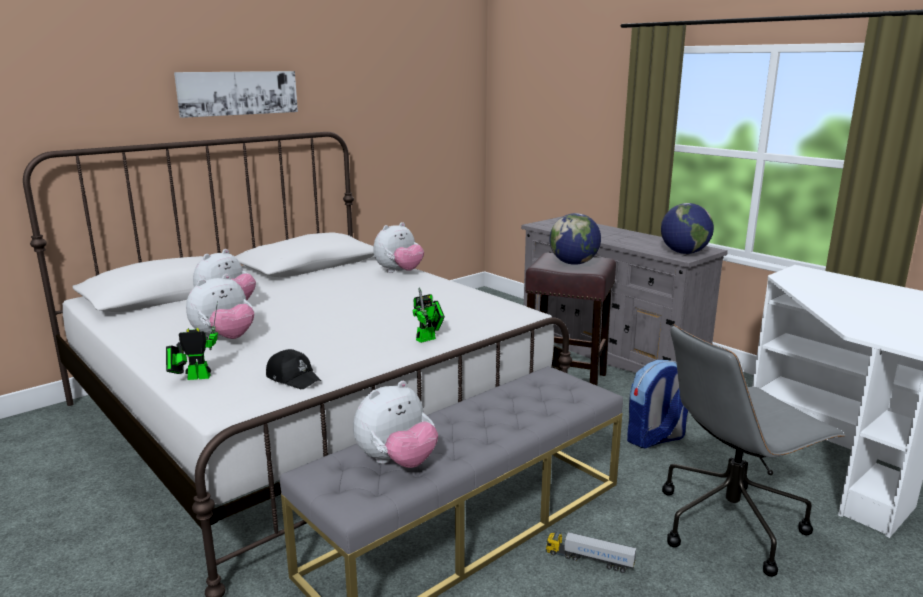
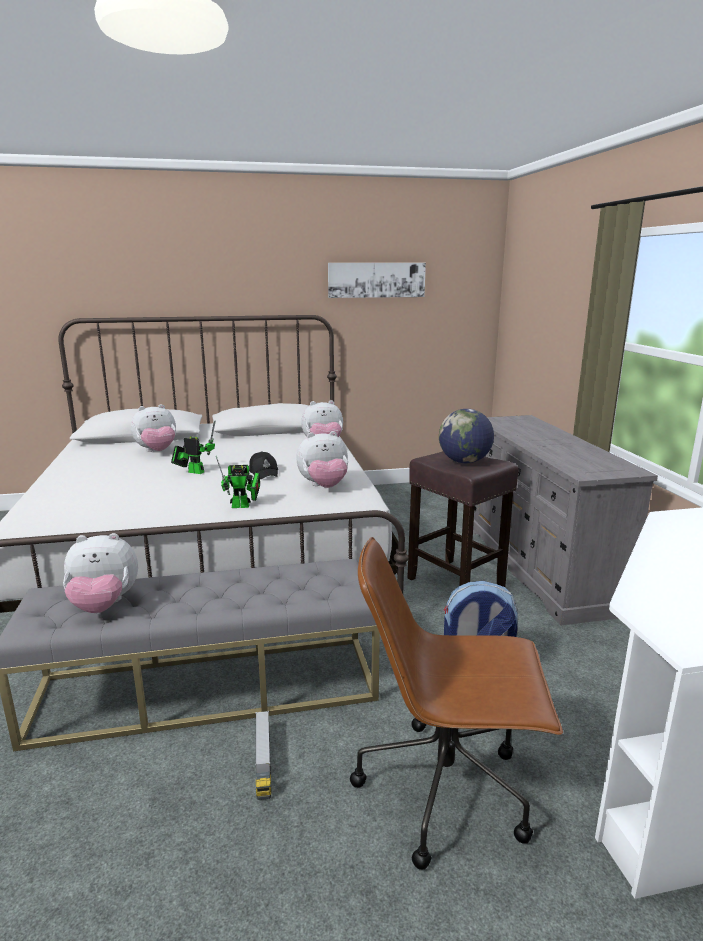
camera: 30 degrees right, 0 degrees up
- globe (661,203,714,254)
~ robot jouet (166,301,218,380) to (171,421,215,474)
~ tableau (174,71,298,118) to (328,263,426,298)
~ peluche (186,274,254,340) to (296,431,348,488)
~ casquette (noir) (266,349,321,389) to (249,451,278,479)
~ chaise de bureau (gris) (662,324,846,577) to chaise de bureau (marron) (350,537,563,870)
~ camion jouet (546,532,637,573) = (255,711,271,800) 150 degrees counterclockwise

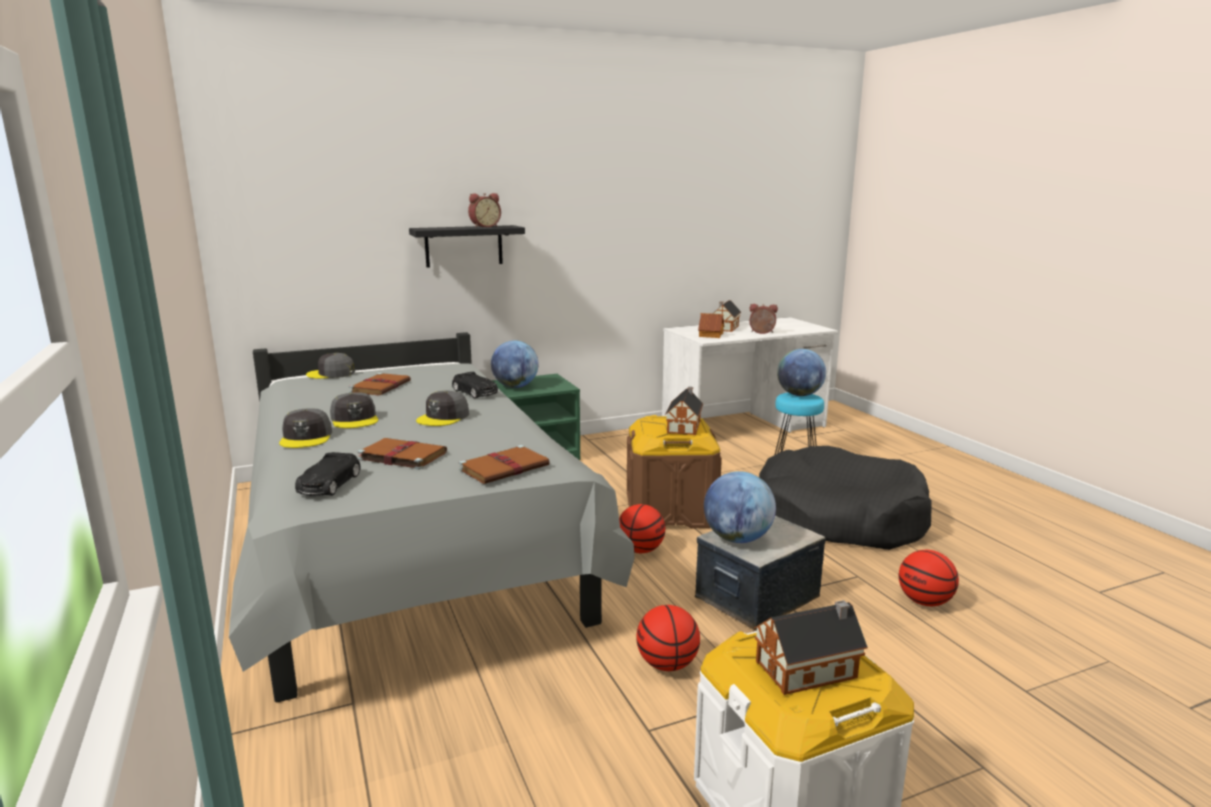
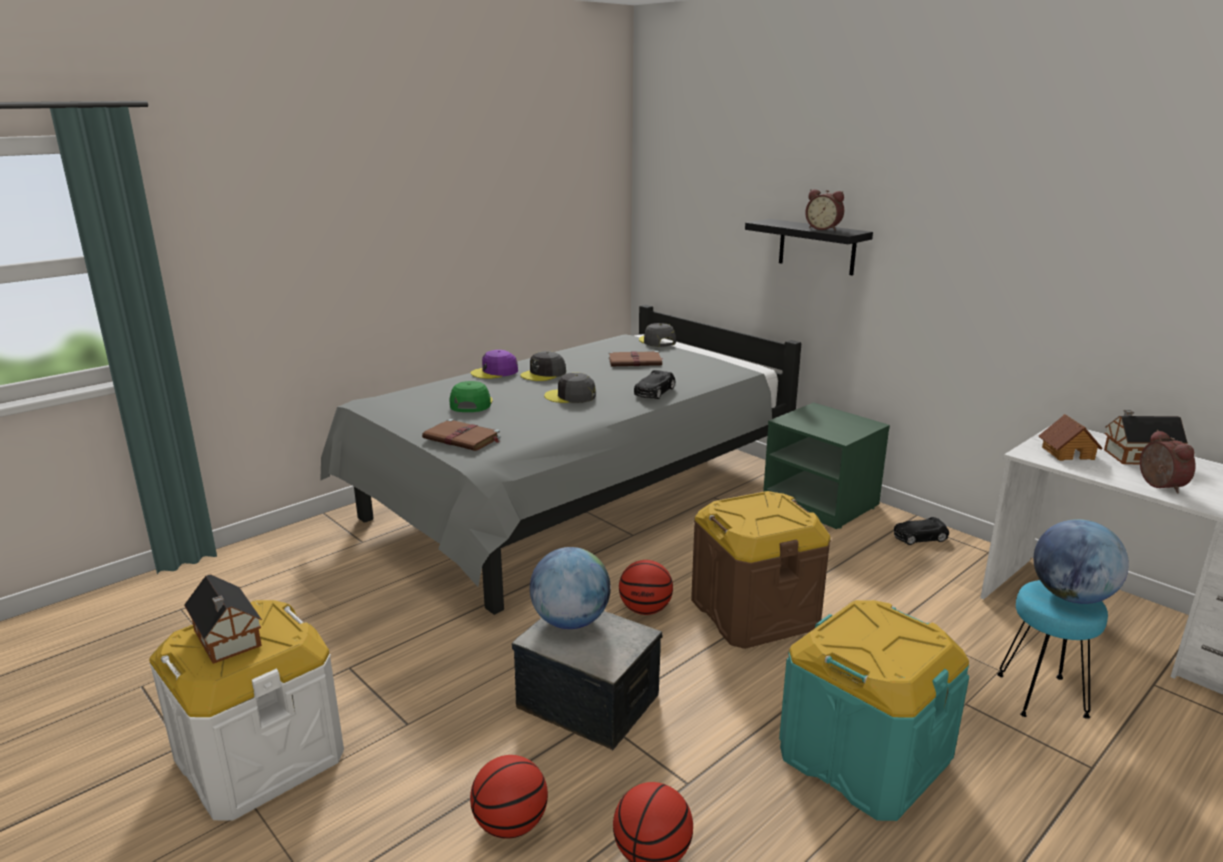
camera: 70 degrees right, 5 degrees up
- globe (491,340,539,388)
- maison miniature (665,387,703,435)
~ petite voiture (noir) (295,452,361,496) to (894,517,949,545)
~ ballon de basket (636,605,700,671) to (470,755,548,839)
~ livre (marron) (357,438,447,470) to casquette (vert) (449,381,493,412)
~ panier pour chien (noir) (759,446,932,550) to boîte de rangement (turquoise) (779,600,969,821)
~ casquette (gris) (279,408,332,448) to casquette (violet) (471,350,518,379)

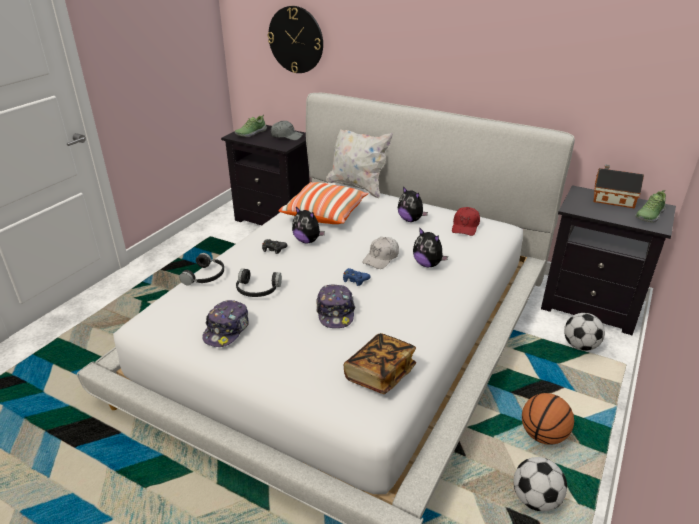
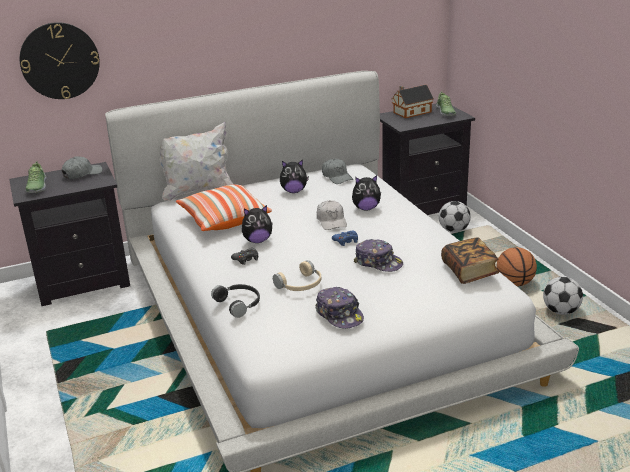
camera: 50 degrees left, 5 degrees down
~ casque audio (noir) (236,269,282,297) to casque audio (beige) (273,260,321,291)
~ casquette (rouge) (452,207,480,236) to casquette (gris) (322,159,353,184)

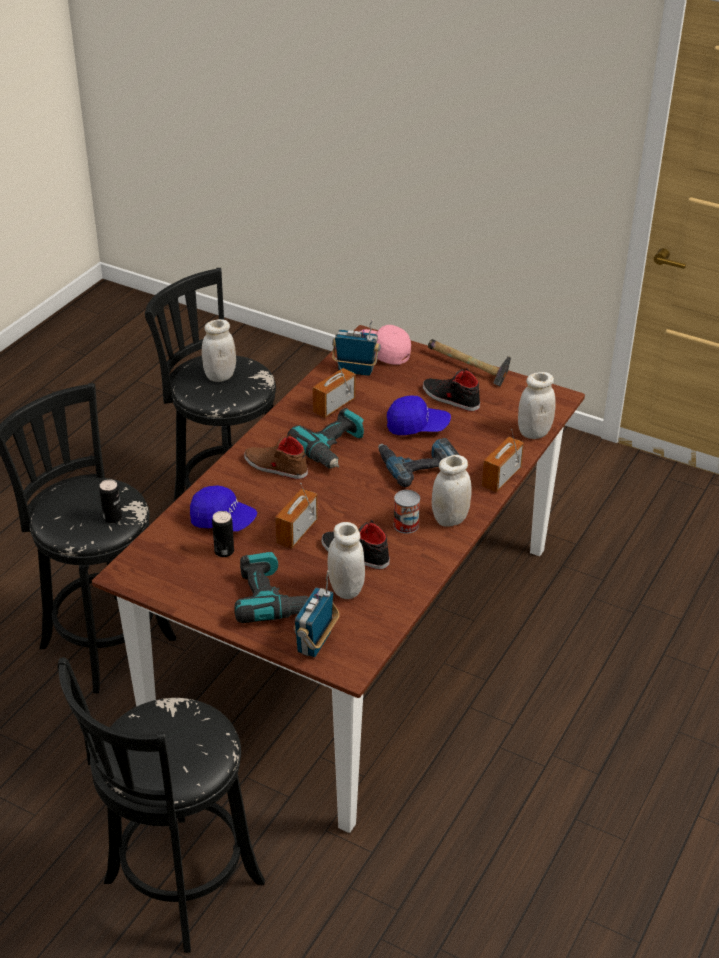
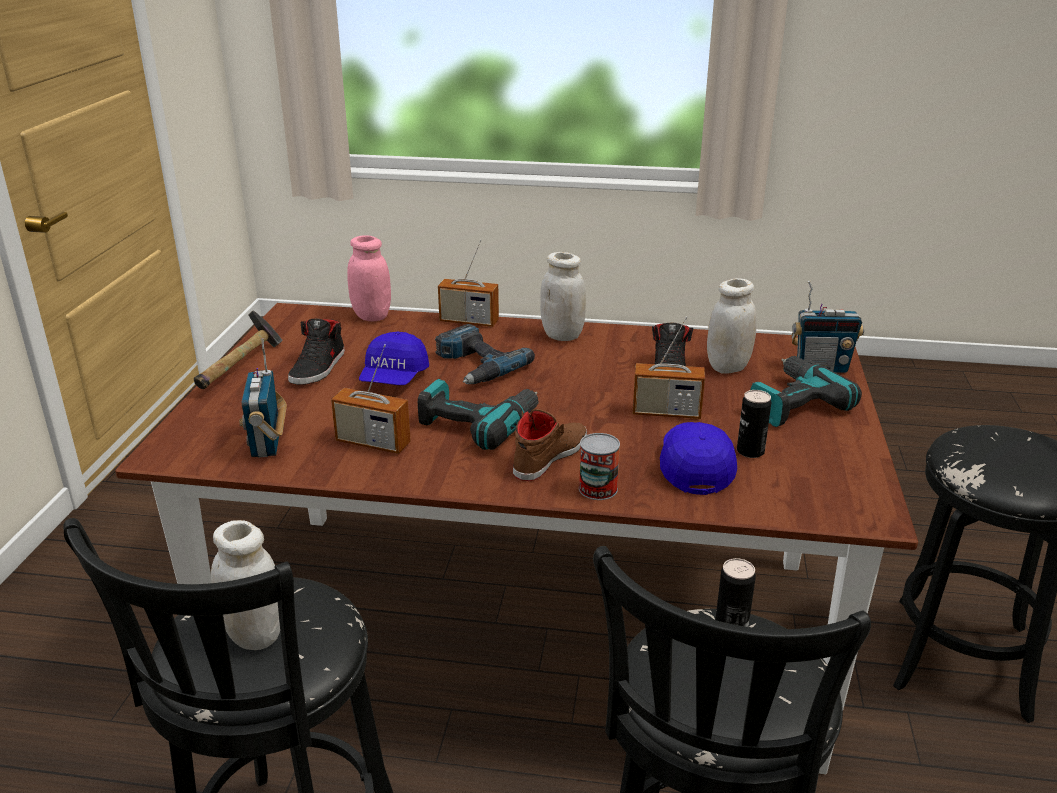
camera: 110 degrees left, 10 degrees down
- casquette (rose) (360,325,411,365)
~ boîte métallique (393,490,420,534) to (579,433,620,500)
~ bocal (blanc) (518,372,555,439) to bocal (rose) (347,236,391,322)
~ chaussure (marron) (244,434,308,480) = (513,409,587,481) 150 degrees counterclockwise
~ casquette (bleu) (387,395,451,435) = (359,332,429,385) 150 degrees counterclockwise

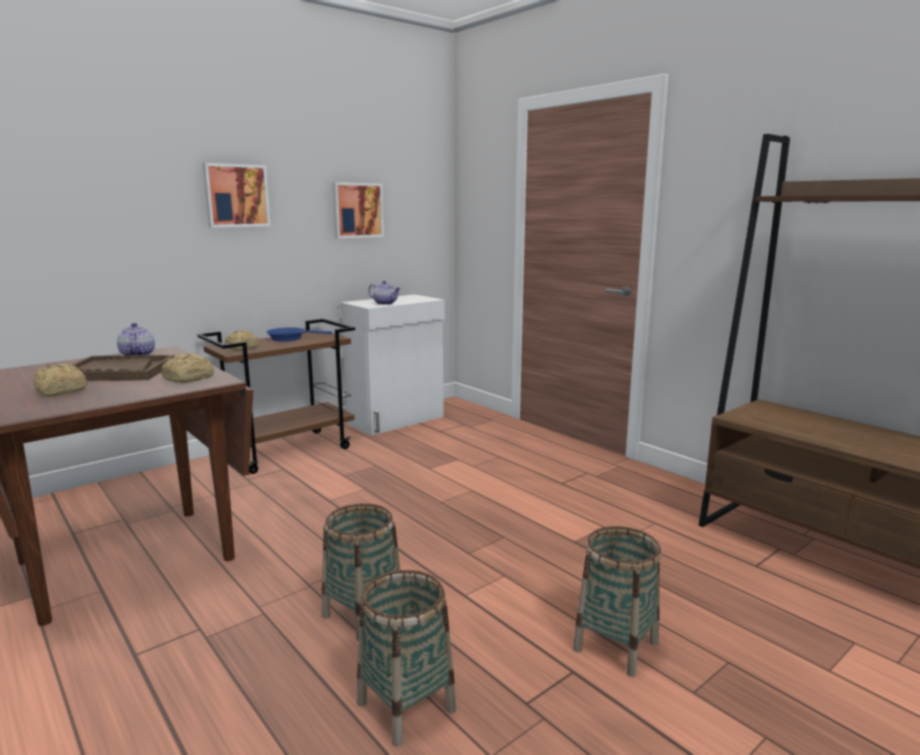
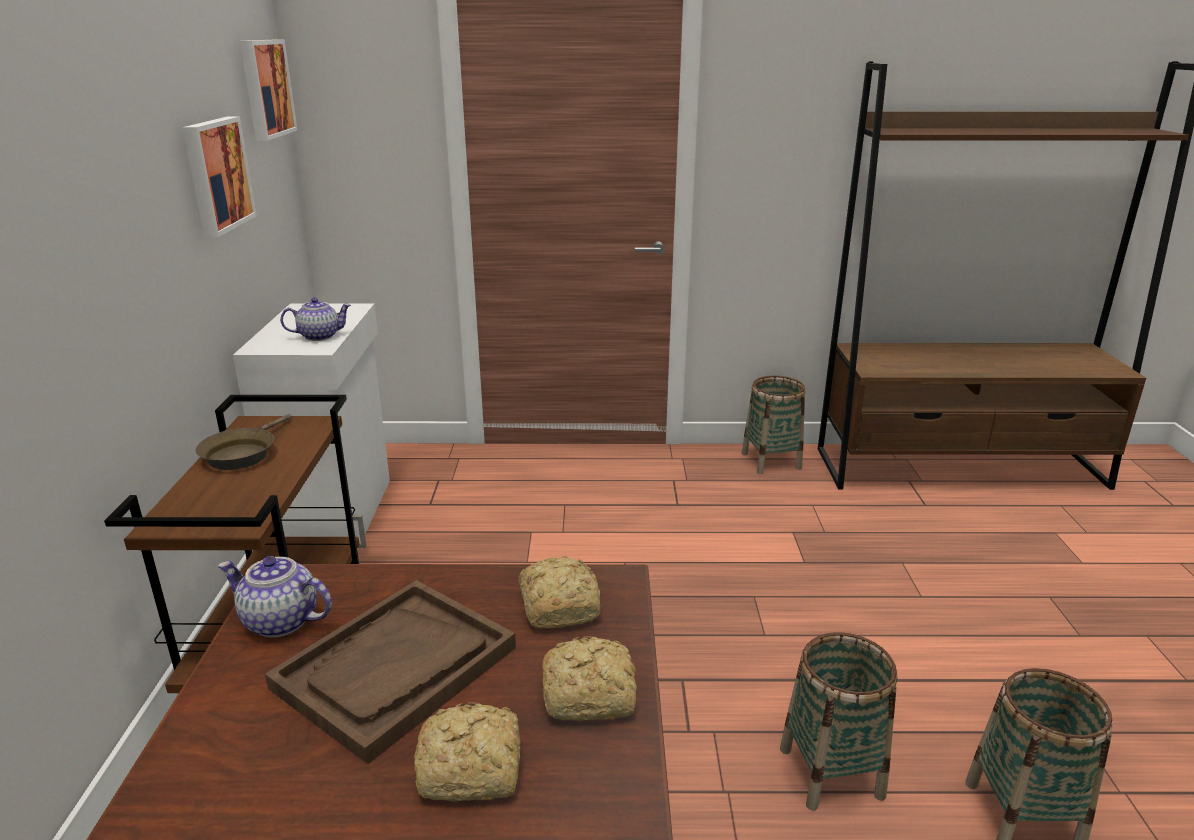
camera: 50 degrees left, 10 degrees up
~ tableau (202,163,270,228) to (240,40,298,141)
~ pain (225,330,260,351) to (543,636,637,721)
~ panier (573,526,662,677) to (742,375,805,474)
~ poêle (bleu) (267,327,332,342) to poêle (marron) (196,414,292,470)

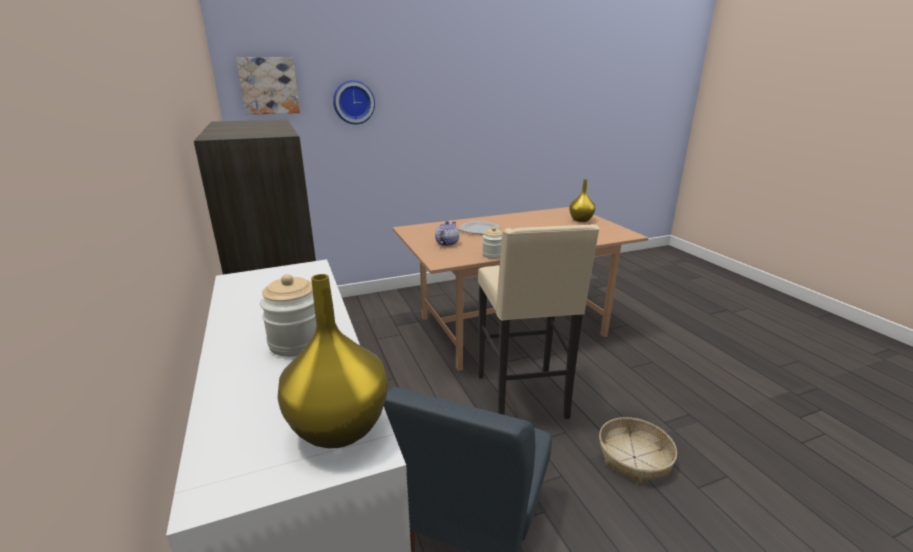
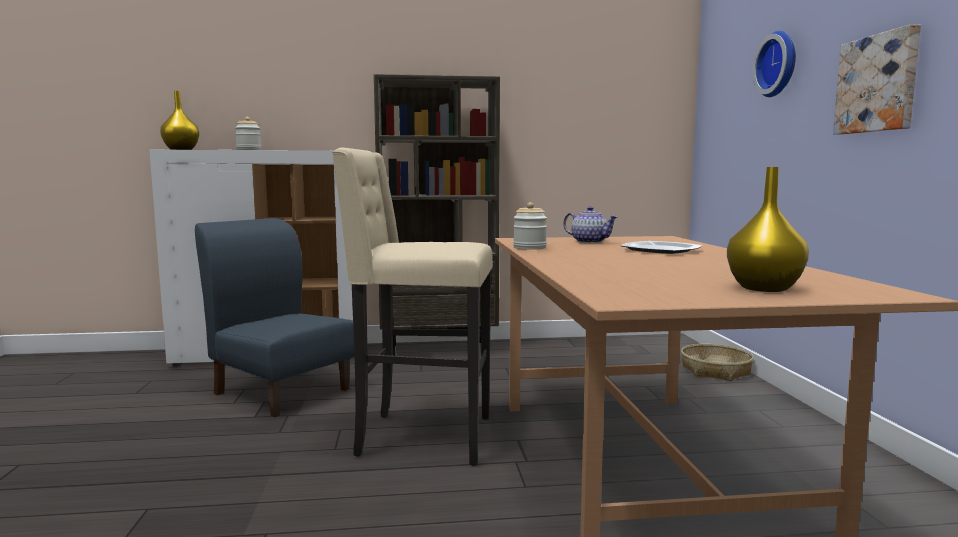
camera: 105 degrees right, 15 degrees down
~ tableau (236,57,300,115) to (833,24,921,135)
~ panier (599,417,677,484) to (681,344,754,381)

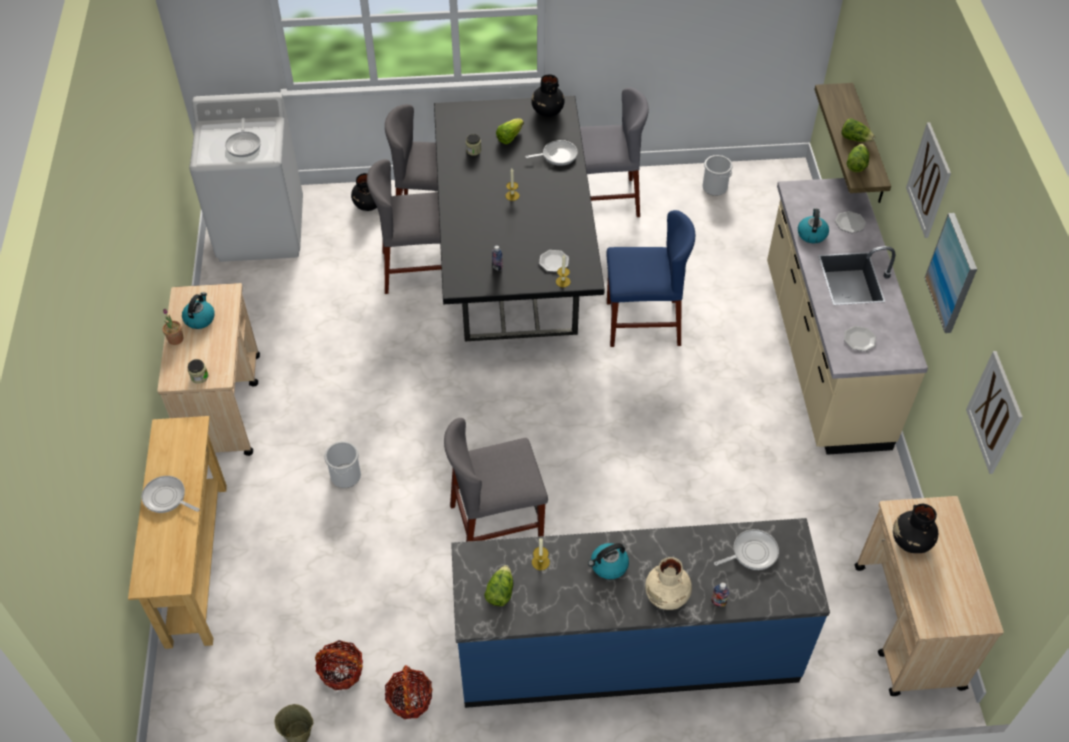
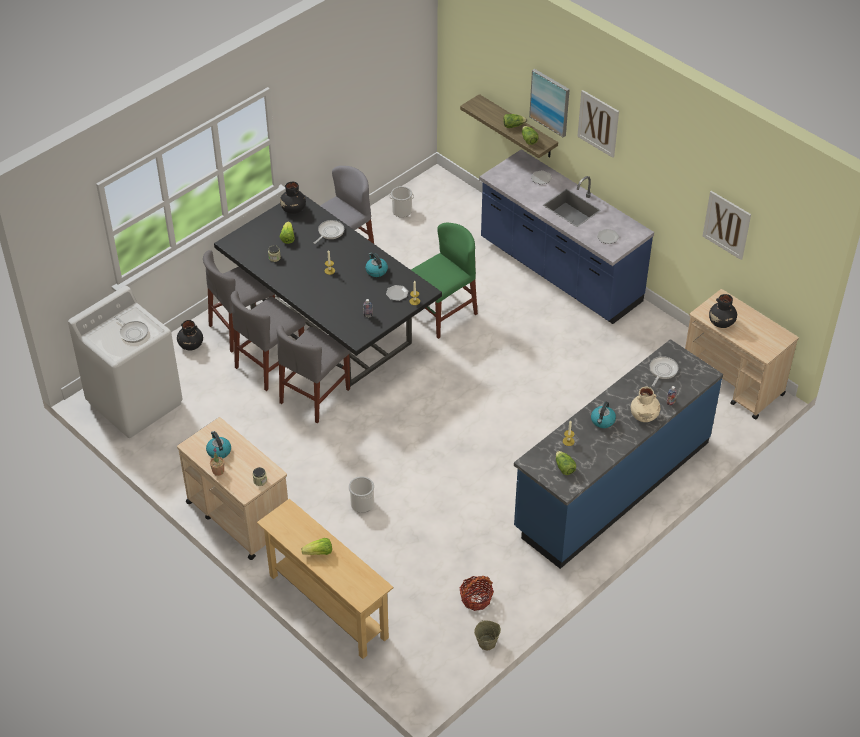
camera: 40 degrees left, 5 degrees down
- panier (385,665,433,719)
~ chaise (gris) (444,418,548,542) to (277,325,350,423)
~ bouilloire (798,208,829,243) to (365,253,388,277)
~ tableau (924,213,977,333) to (529,69,570,138)
~ poêle (142,476,200,513) to laitue (301,538,332,555)
~ chaise (bleu) (606,210,695,347) to chaise (vert) (411,223,478,339)
~ comptoir de cuisine (beige) (767,178,928,455) to comptoir de cuisine (bleu) (479,150,654,324)

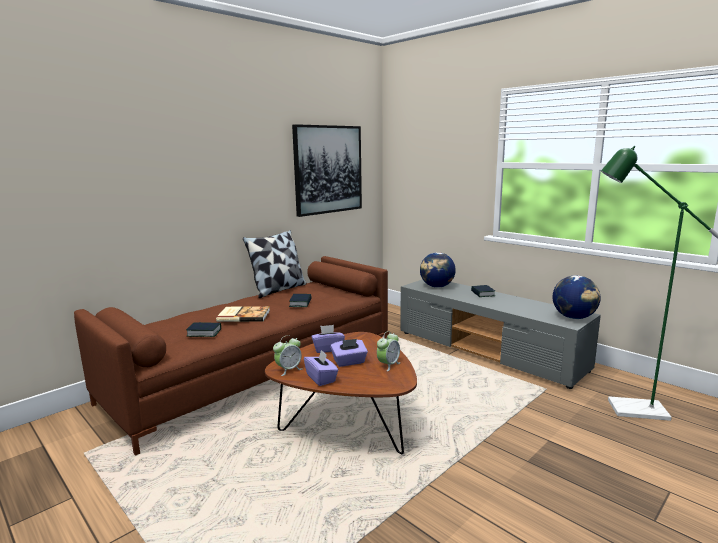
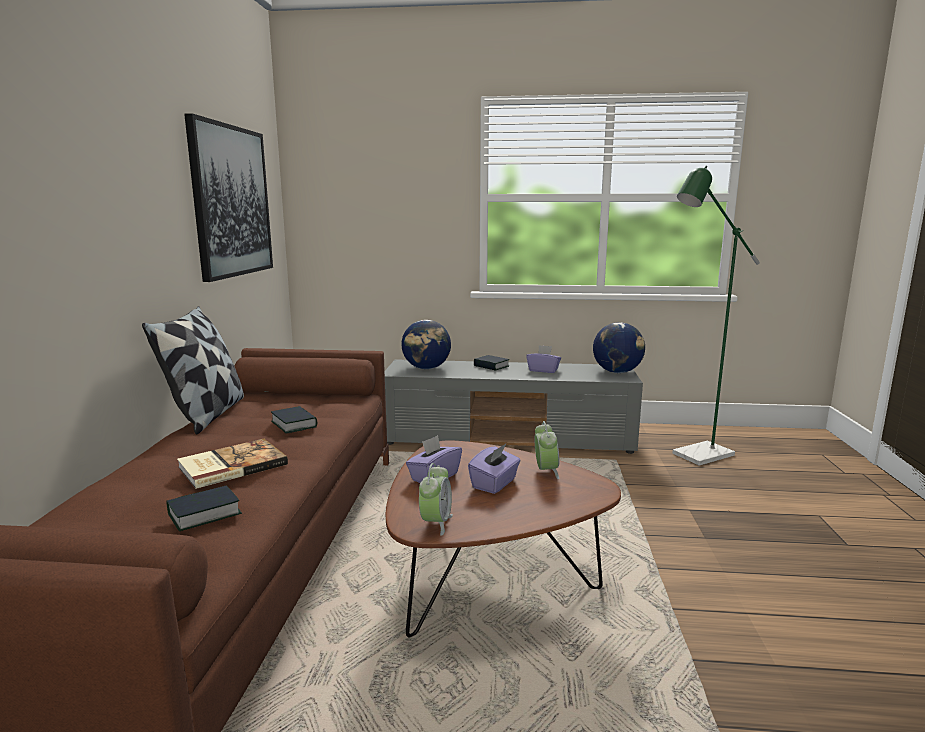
camera: 40 degrees left, 0 degrees up
~ boîte à mouchoirs (violet) (304,350,339,386) to (526,345,561,373)

